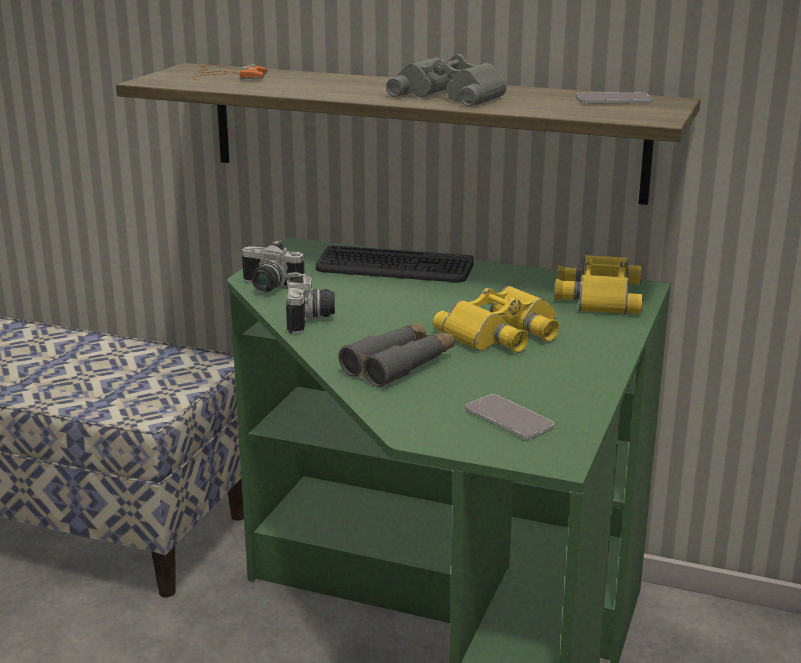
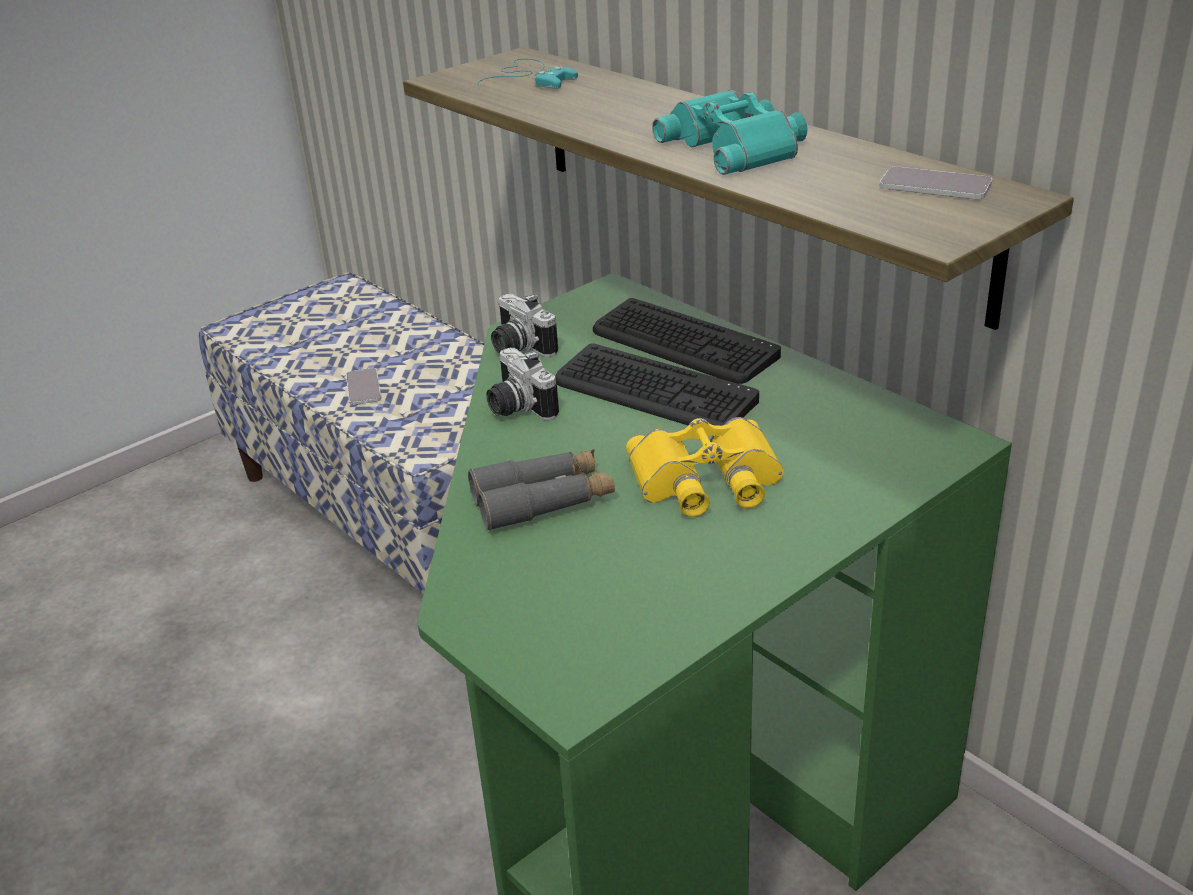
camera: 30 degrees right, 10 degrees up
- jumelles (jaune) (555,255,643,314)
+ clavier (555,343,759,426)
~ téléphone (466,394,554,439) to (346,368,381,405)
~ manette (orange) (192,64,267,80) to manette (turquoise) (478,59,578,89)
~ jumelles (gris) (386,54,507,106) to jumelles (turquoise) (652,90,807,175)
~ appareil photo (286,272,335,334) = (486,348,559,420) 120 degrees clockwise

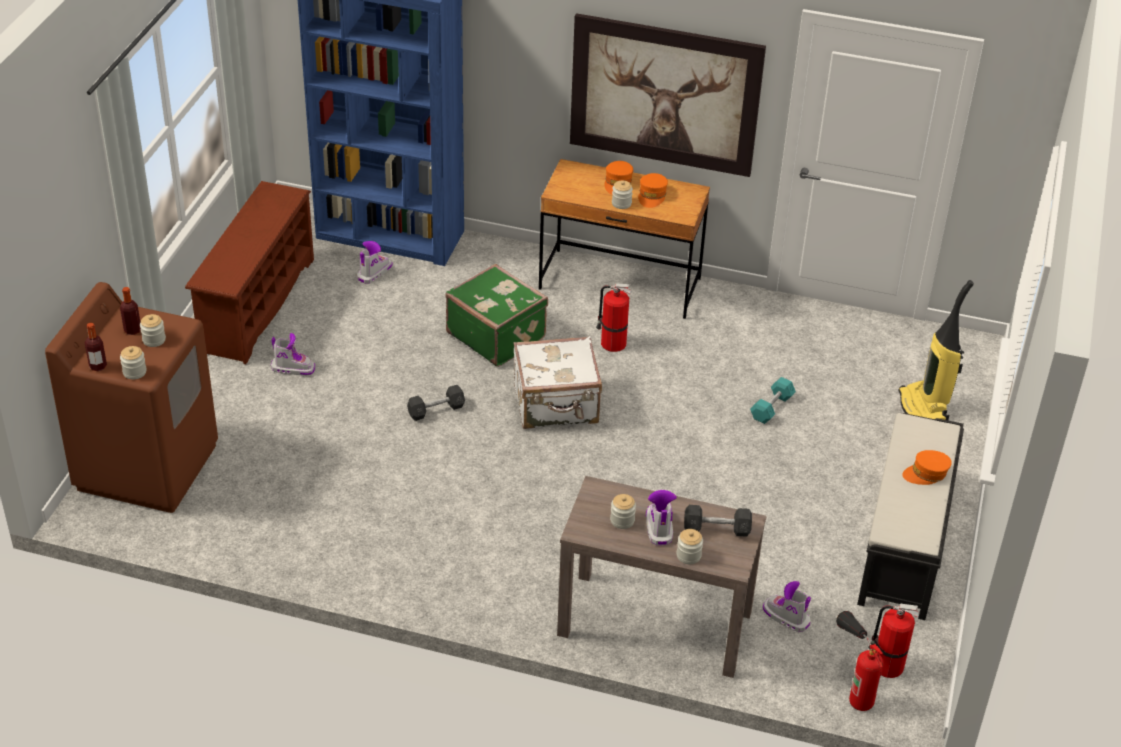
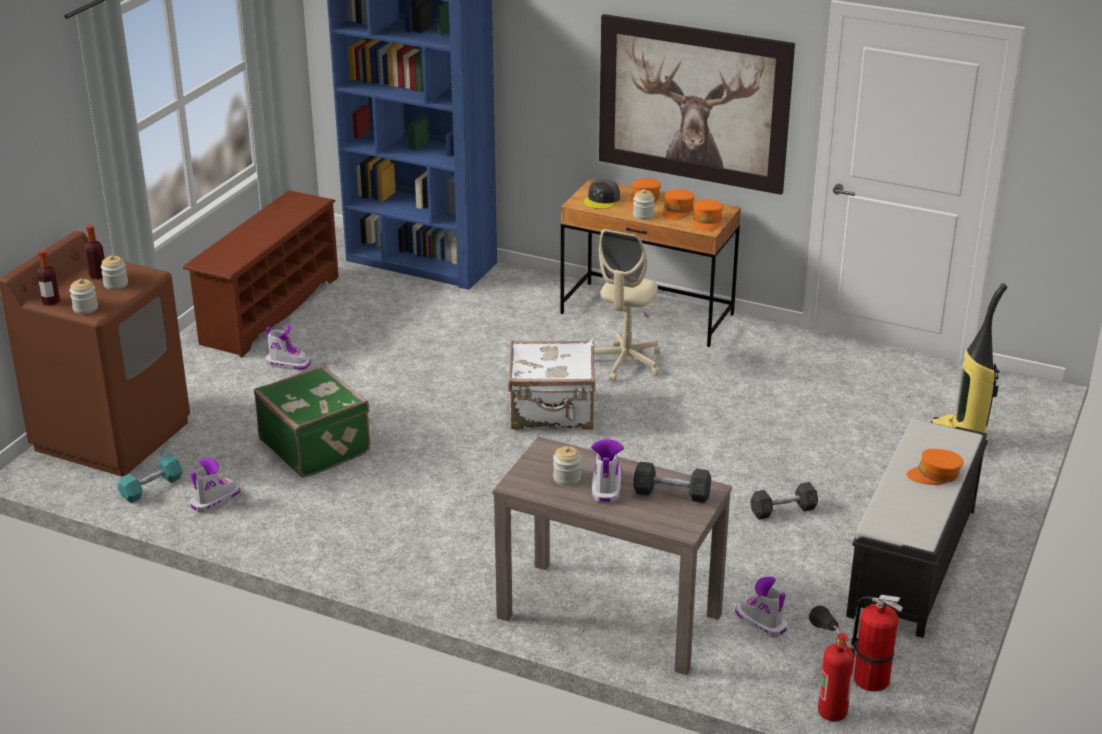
camera: 10 degrees right, 10 degrees down
- bocal (677,529,703,564)
+ casquette (gris) (584,179,620,209)
+ casquette (orange) (692,200,723,232)
~ botte (357,241,393,284) to (190,458,240,512)
~ haltère (gris) (407,385,465,421) to (750,482,818,519)
~ valise (vert) (445,264,548,367) to (254,365,370,478)
~ haltère (turquoise) (750,377,796,424) to (118,454,183,503)
~ extincteur (596,283,632,352) to chaise de bureau (beige) (594,229,660,382)

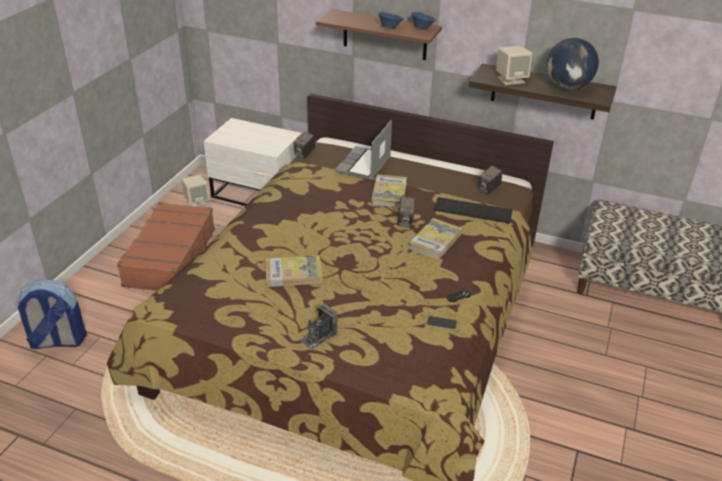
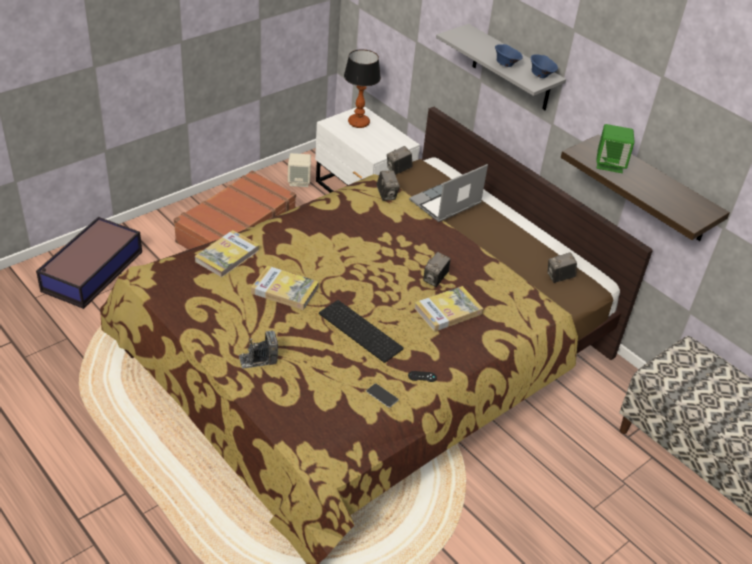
camera: 25 degrees right, 5 degrees up
- globe (546,38,599,90)
+ lampe de table (344,49,381,128)
+ appareil photo (376,170,400,201)
~ livre (371,174,407,207) to (195,230,260,277)
~ clavier (434,197,513,223) to (319,300,404,363)
~ sac à dos (15,279,87,349) to boîte de rangement (36,217,142,309)
~ étagère (marron) (316,9,442,60) to étagère (gris) (436,24,566,110)
~ enceinte (beige) (496,46,532,85) to enceinte (vert) (596,124,634,173)

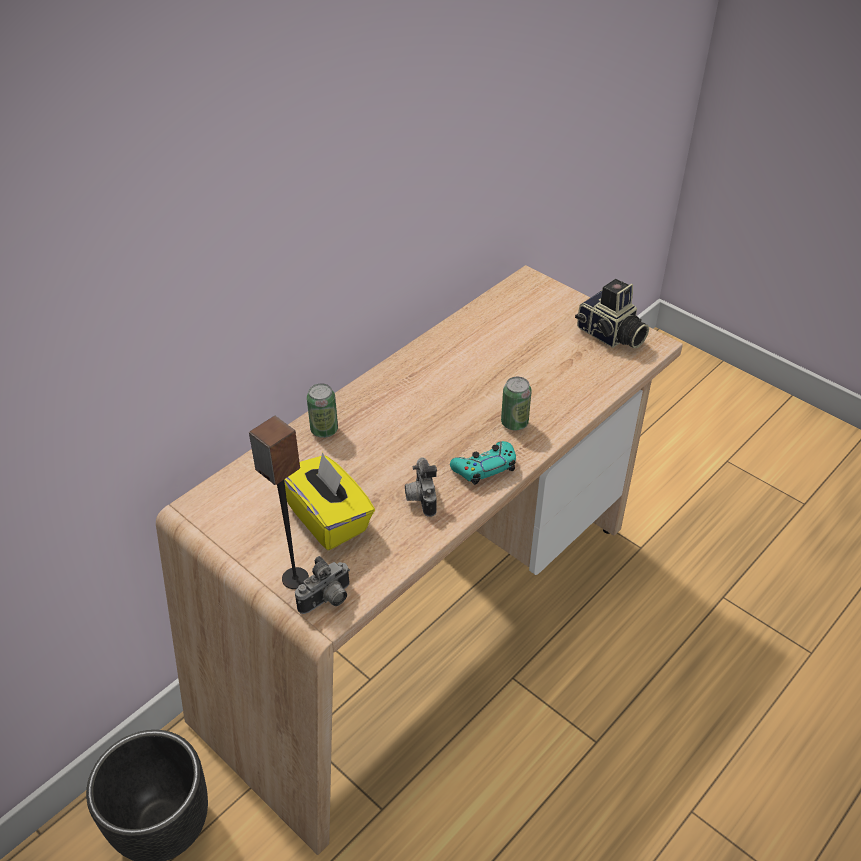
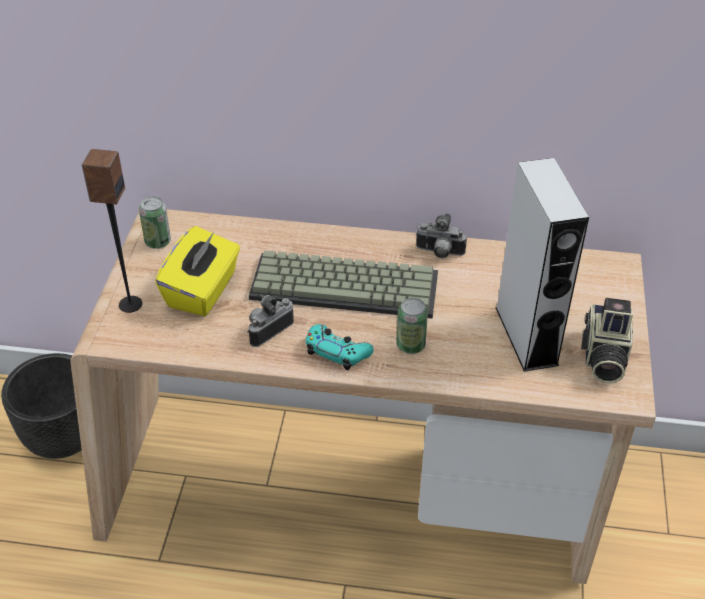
camera: 55 degrees right, 0 degrees up
+ clavier (249,250,438,318)
+ enceinte (gris) (496,158,589,372)
~ appareil photo (295,556,350,614) to (416,213,467,258)
~ boîte métallique (307,383,338,438) to (139,196,171,249)

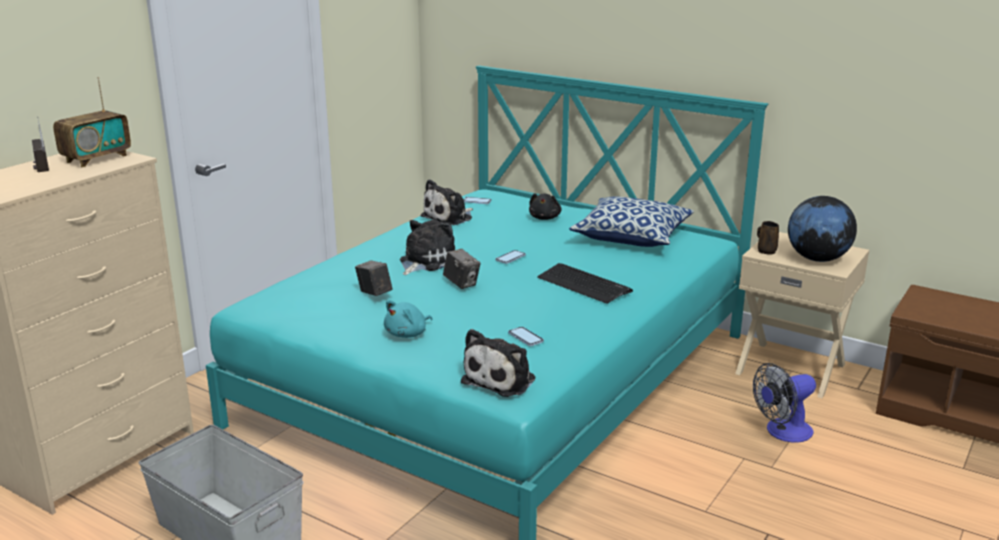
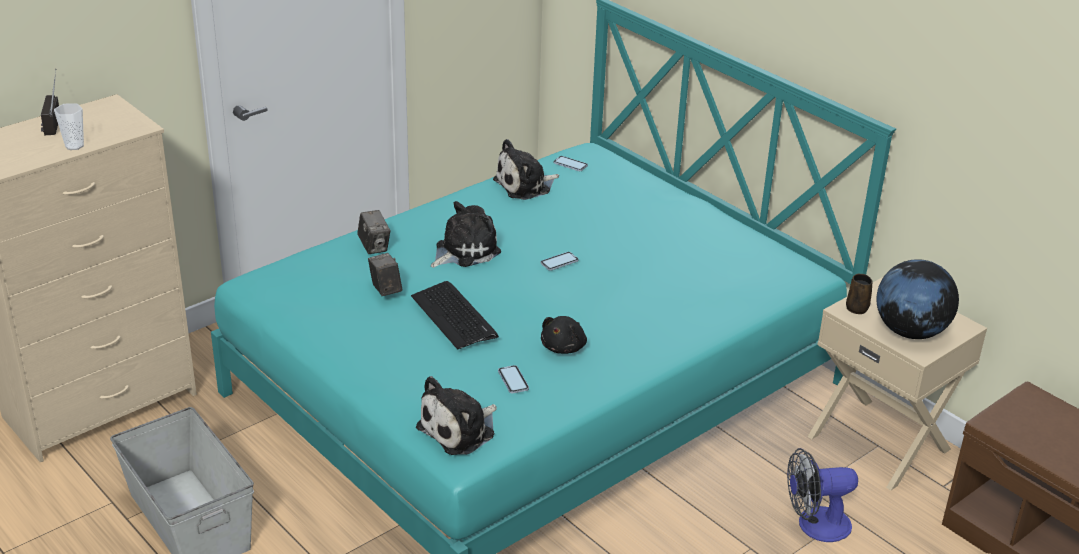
camera: 15 degrees right, 10 degrees up
- radio (53,77,131,167)
- peluche (turquoise) (384,300,432,338)
- coussin (569,197,694,247)
+ tasse (54,103,84,150)
~ appareil photo (443,249,480,289) to (357,210,390,254)
~ peluche (noir) (529,193,562,220) to (541,316,587,354)
~ clavier (537,263,633,304) to (411,281,499,350)

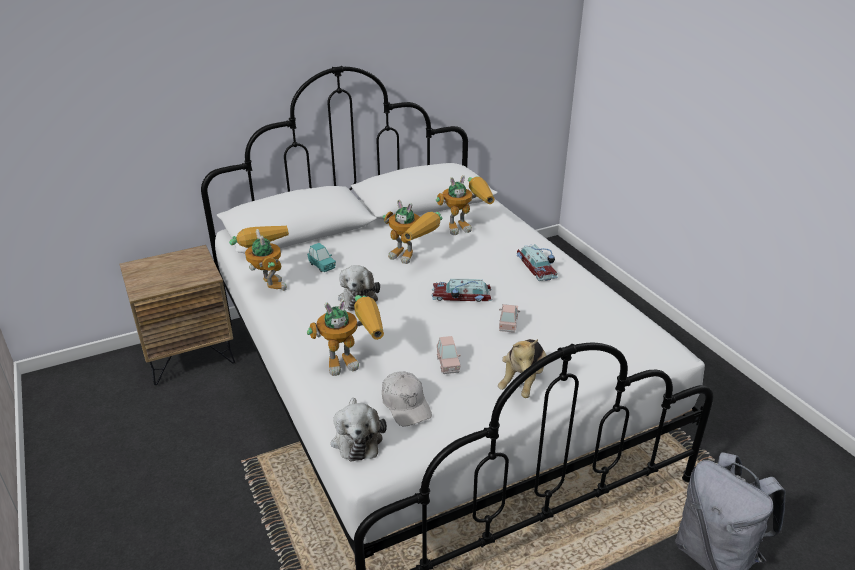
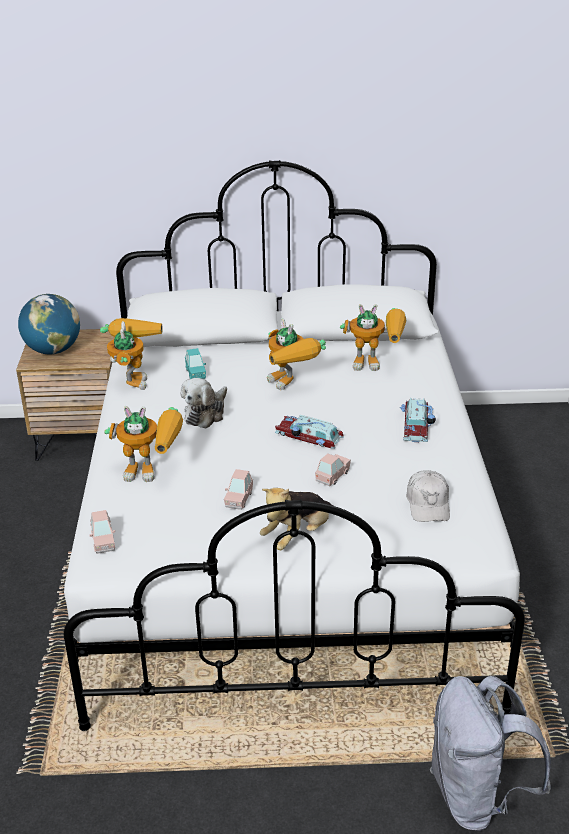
camera: 25 degrees right, 0 degrees up
+ globe (18,294,80,354)
~ casquette (blanc) (382,371,432,427) to (406,470,450,522)
~ peluche (331,398,387,462) to petite voiture (rose) (89,510,116,554)

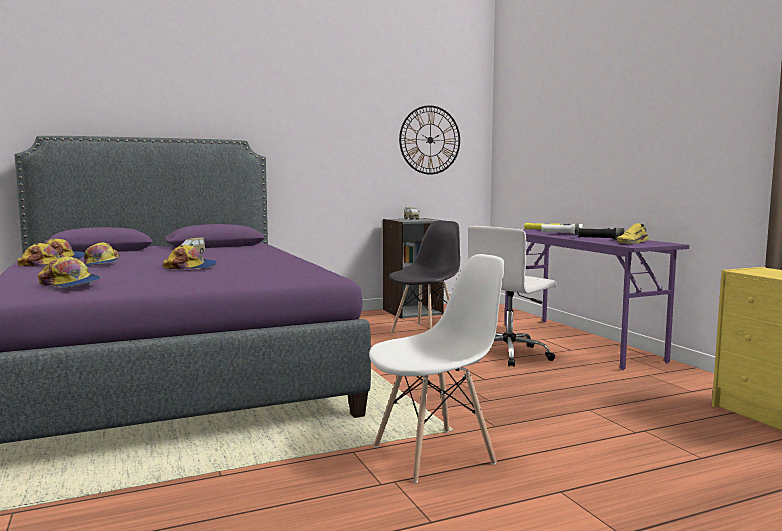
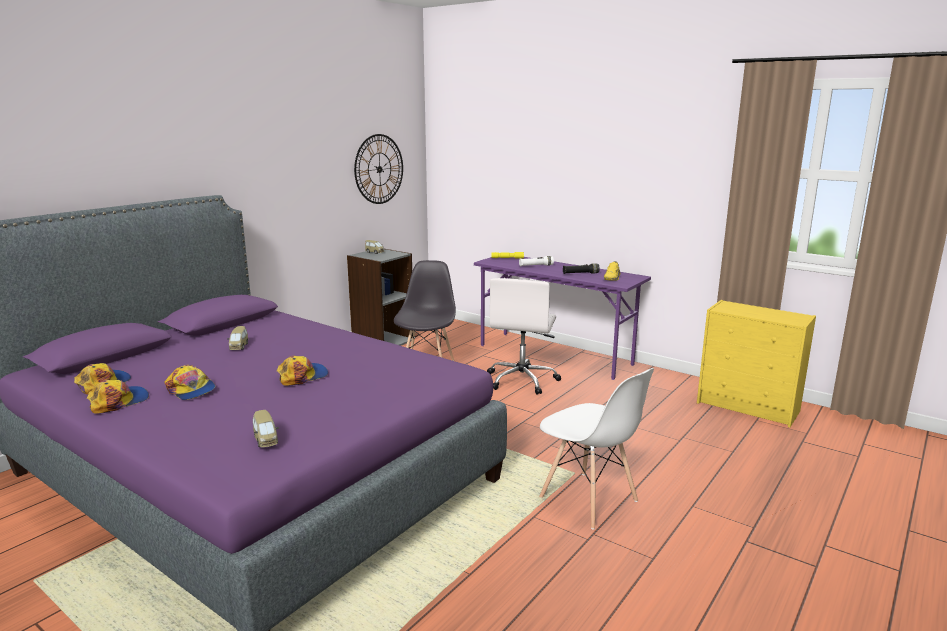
camera: 30 degrees left, 10 degrees up
~ casquette (38,256,101,288) to petite voiture (253,410,279,447)
~ chaise (blanc) (369,254,505,483) = (539,368,654,530) 105 degrees clockwise

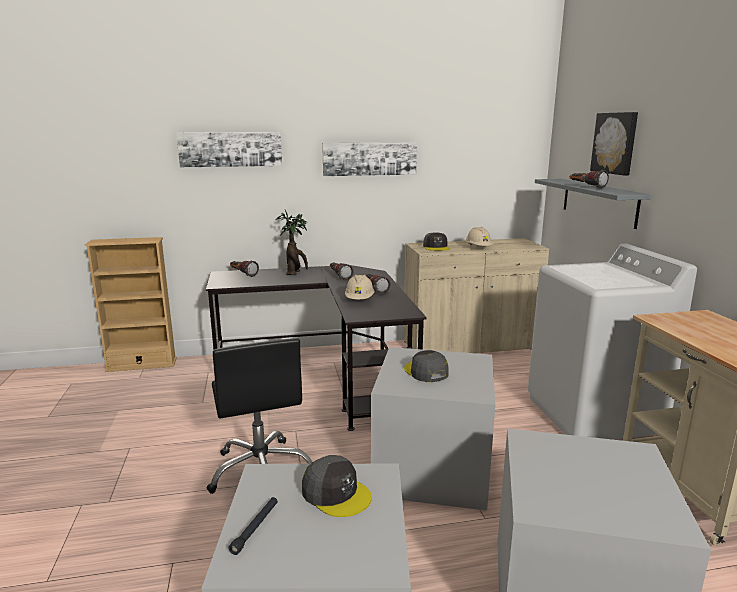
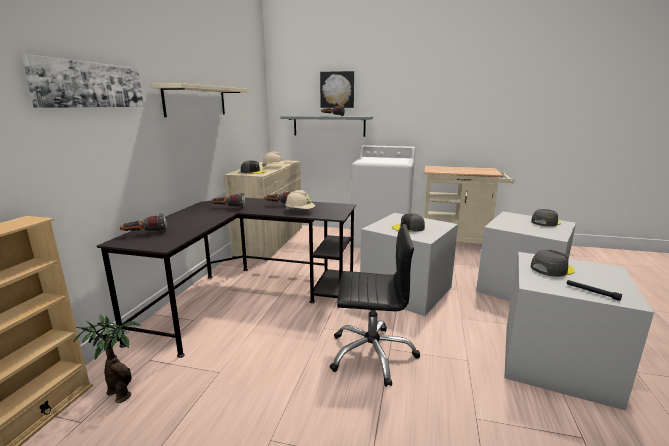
camera: 65 degrees left, 0 degrees up
+ casquette (gris) (531,209,561,227)
~ plante en pot (275,210,308,275) to (73,315,141,403)
~ tableau (322,142,417,176) to étagère (beige) (152,83,249,117)

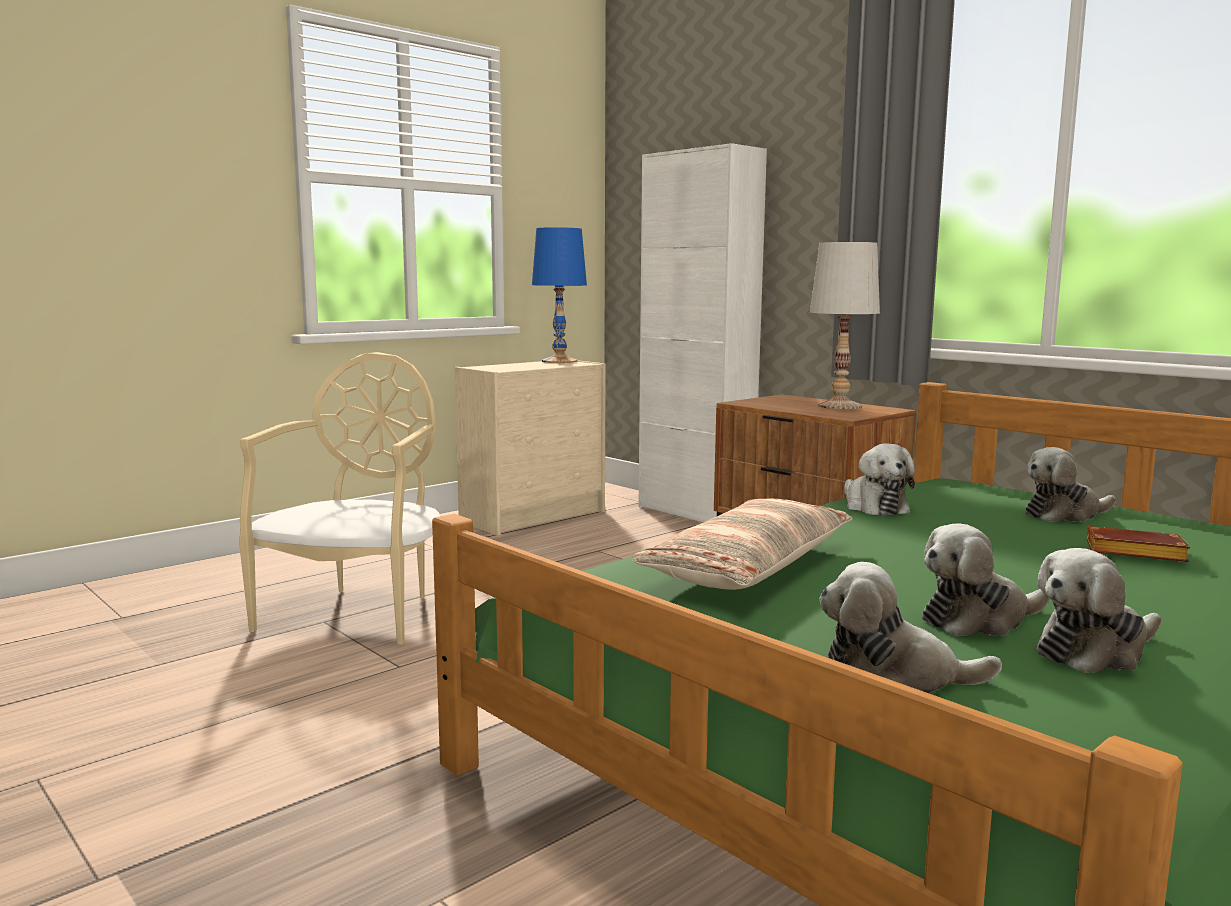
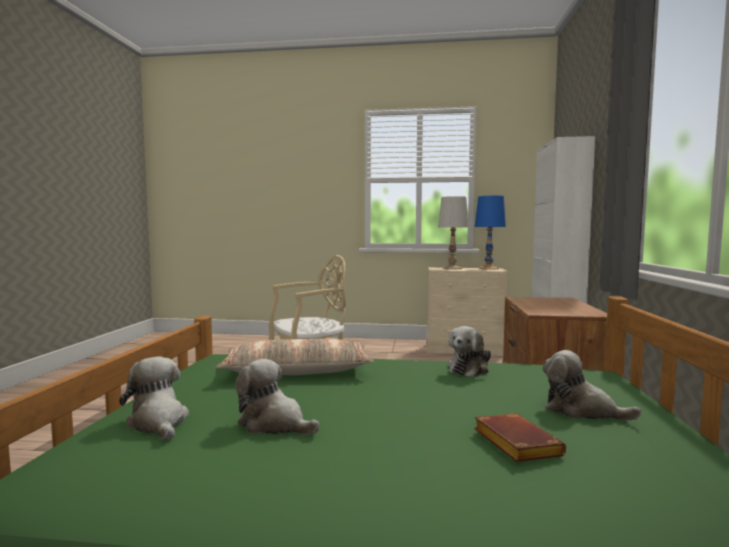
camera: 50 degrees right, 5 degrees down
- peluche (1037,548,1161,673)
~ lampe de table (blanc) (810,242,880,409) to (438,196,468,269)

